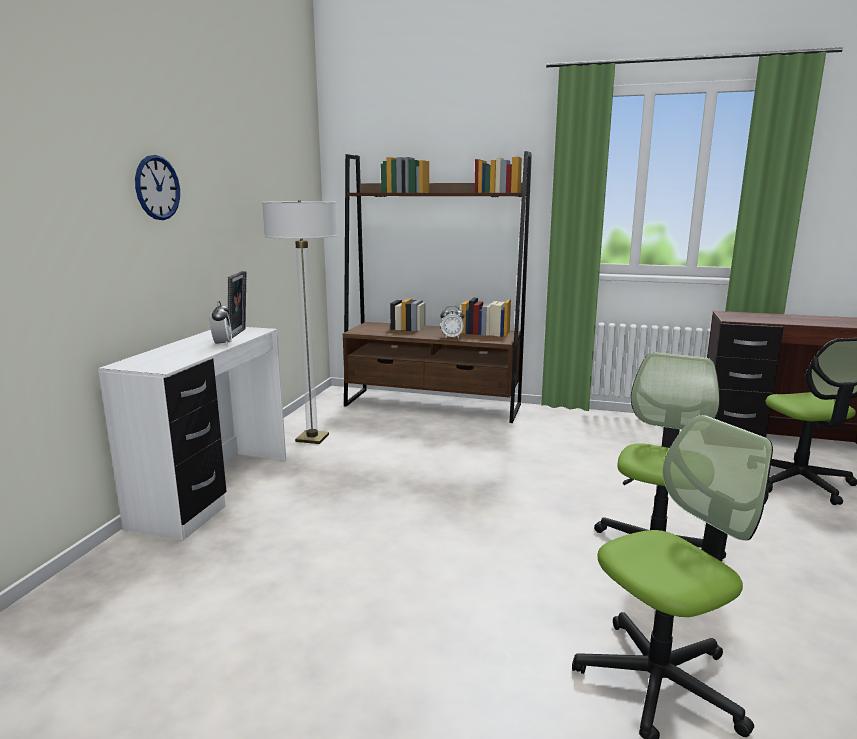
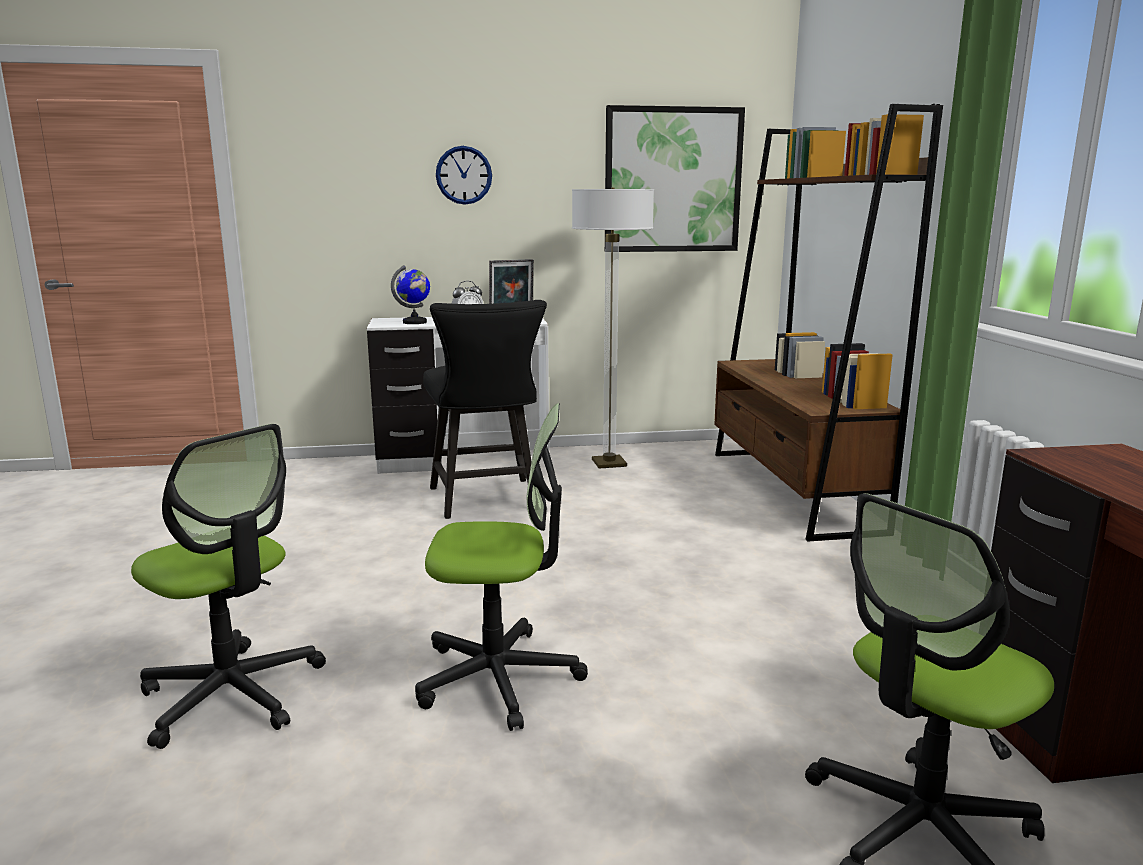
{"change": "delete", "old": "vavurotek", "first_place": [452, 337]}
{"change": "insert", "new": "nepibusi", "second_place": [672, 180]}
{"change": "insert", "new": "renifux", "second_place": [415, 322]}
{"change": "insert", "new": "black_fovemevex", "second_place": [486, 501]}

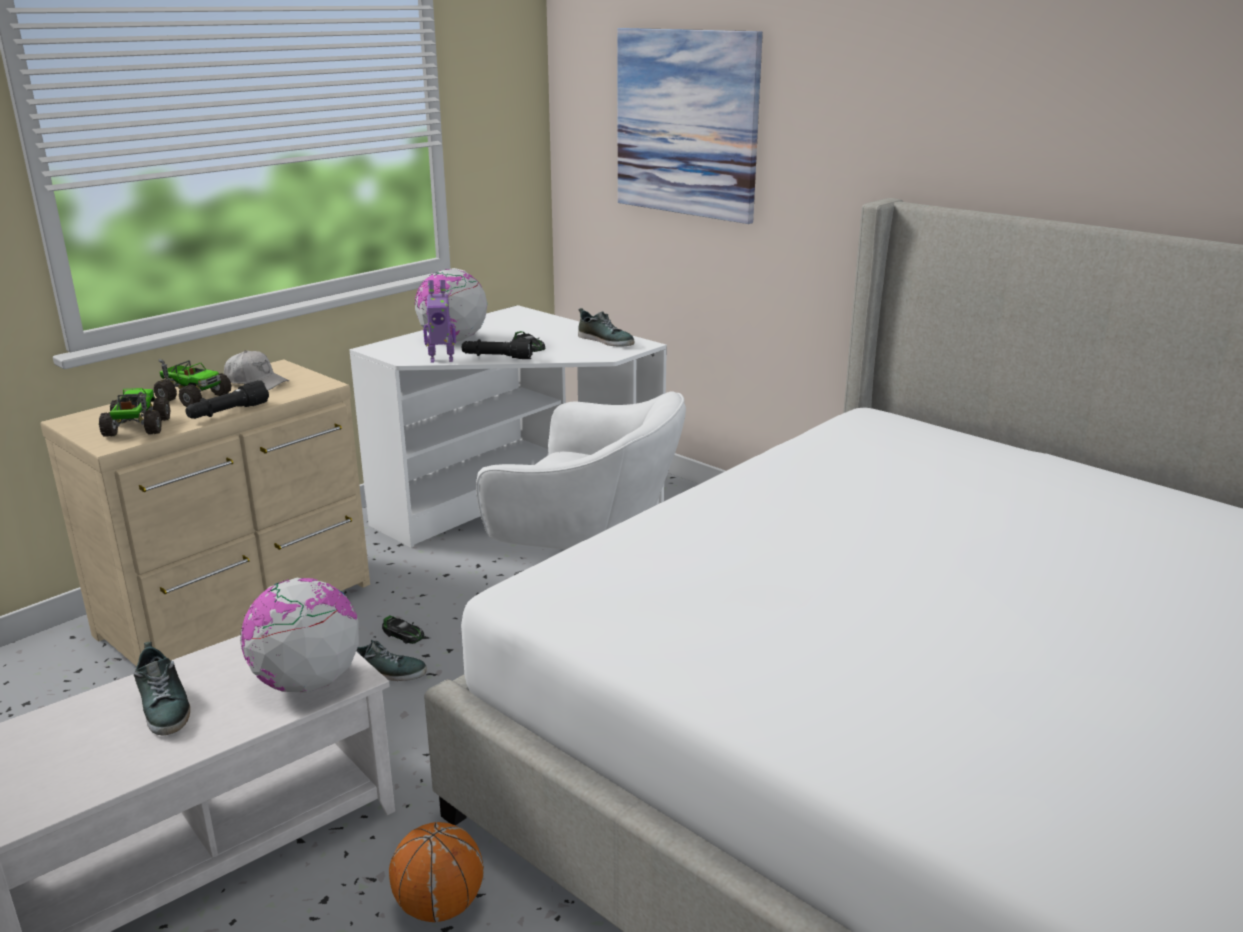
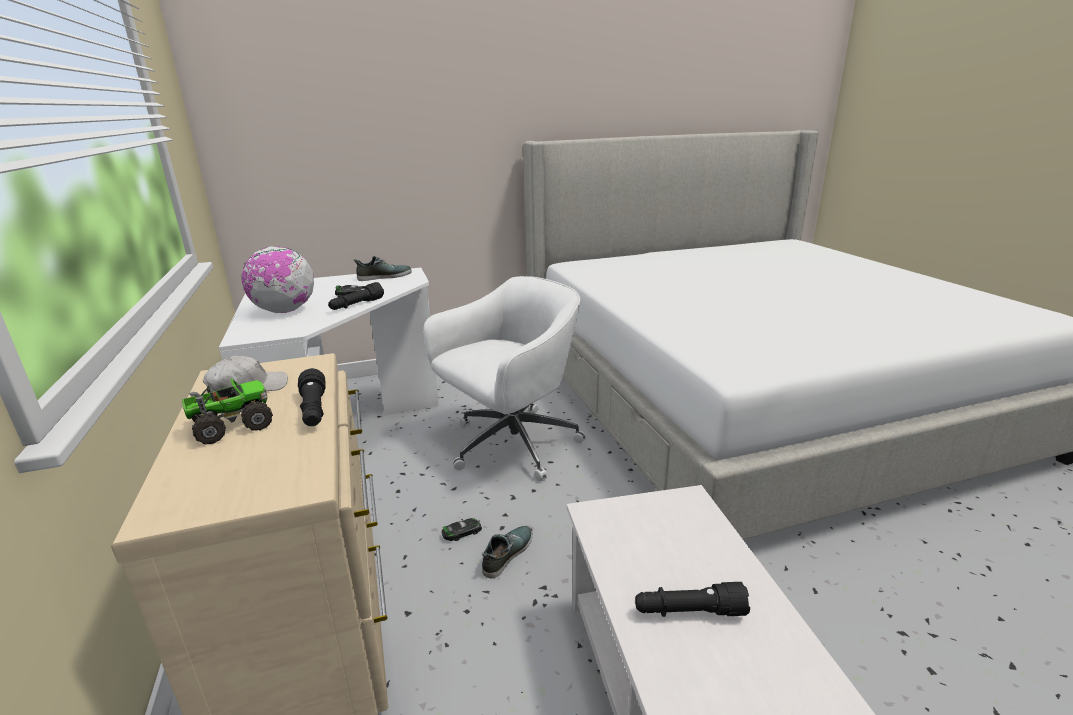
{"change": "delete", "old": "nepibusi", "first_place": [686, 123]}
{"change": "delete", "old": "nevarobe", "first_place": [441, 359]}
{"change": "delete", "old": "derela", "first_place": [137, 428]}
{"change": "delete", "old": "renifux", "first_place": [307, 682]}
{"change": "replace", "old": "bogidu", "new": "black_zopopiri", "first_place": [165, 705], "second_place": [689, 612]}
{"change": "delete", "old": "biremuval", "first_place": [439, 906]}

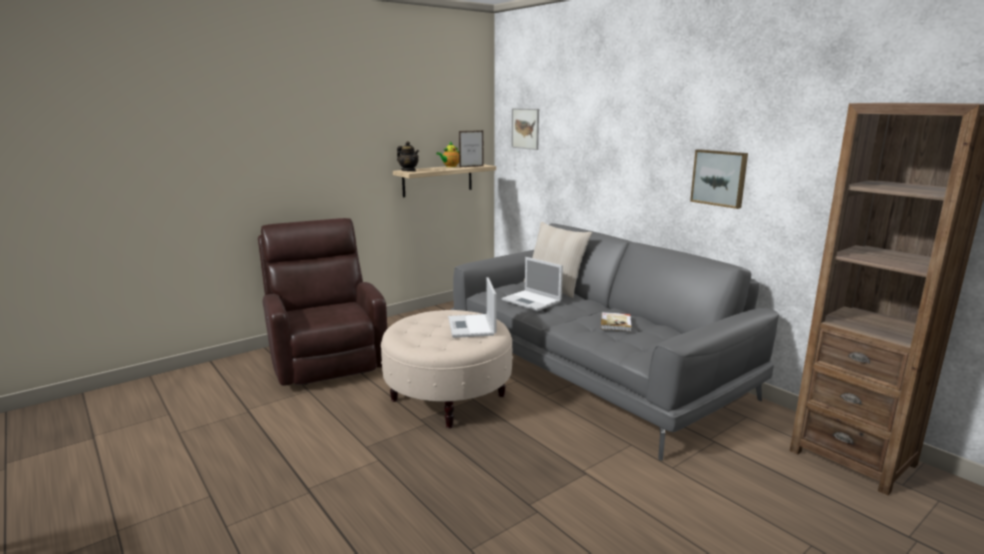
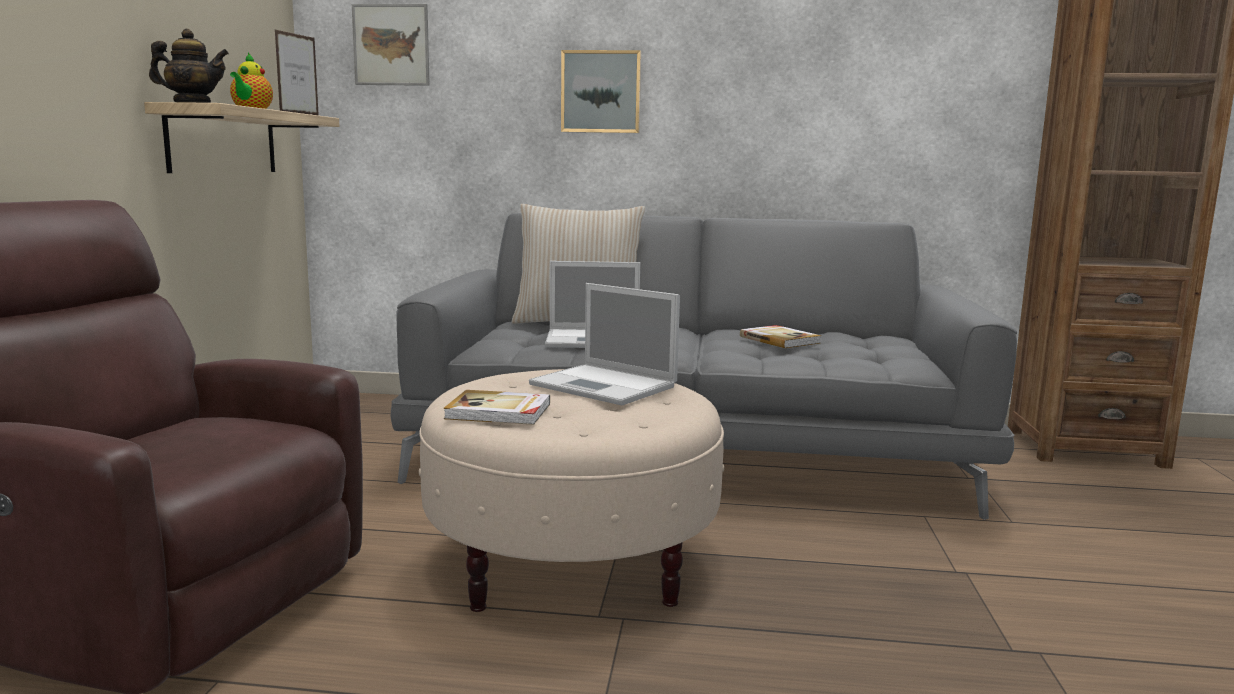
{"change": "move", "old": "nepibusi", "first_place": [719, 178], "second_place": [601, 92]}
{"change": "insert", "new": "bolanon", "second_place": [499, 412]}

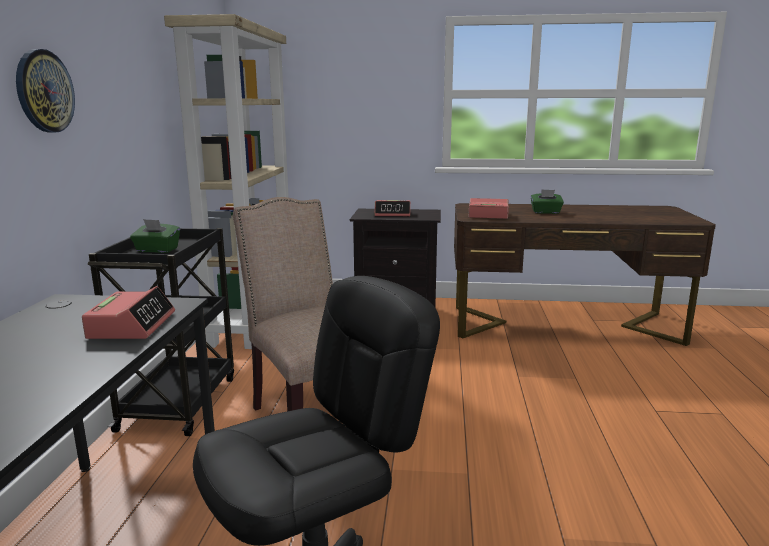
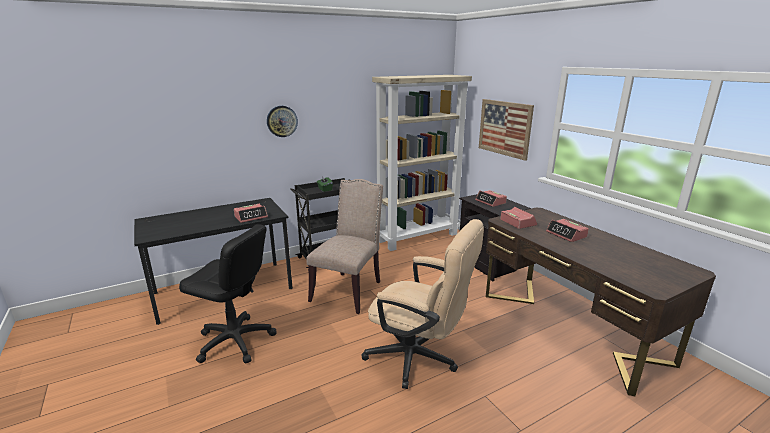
{"change": "replace", "old": "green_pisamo", "new": "vavurotek", "first_place": [546, 212], "second_place": [566, 234]}
{"change": "insert", "new": "nepibusi", "second_place": [504, 128]}
{"change": "insert", "new": "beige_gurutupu", "second_place": [419, 359]}

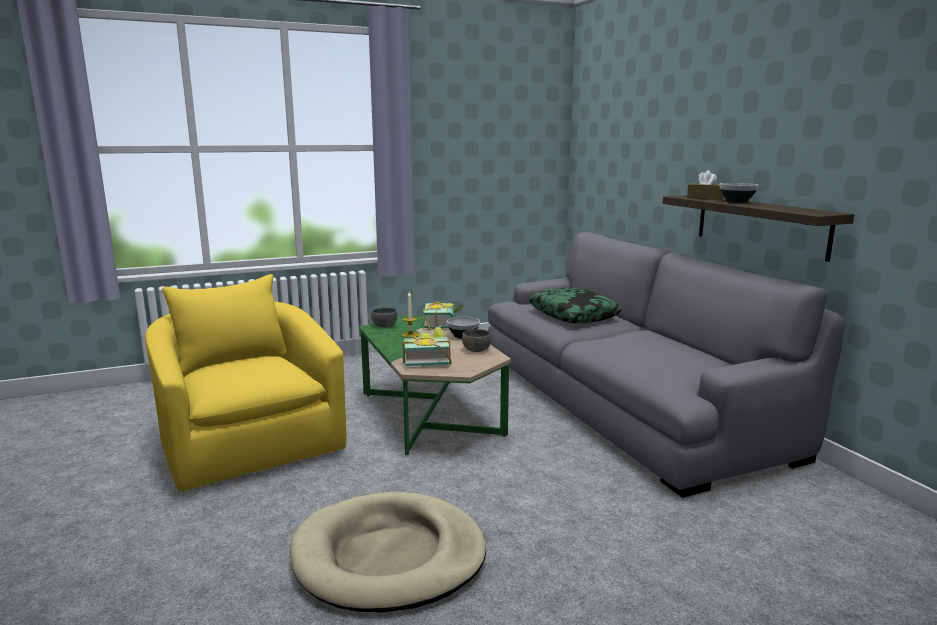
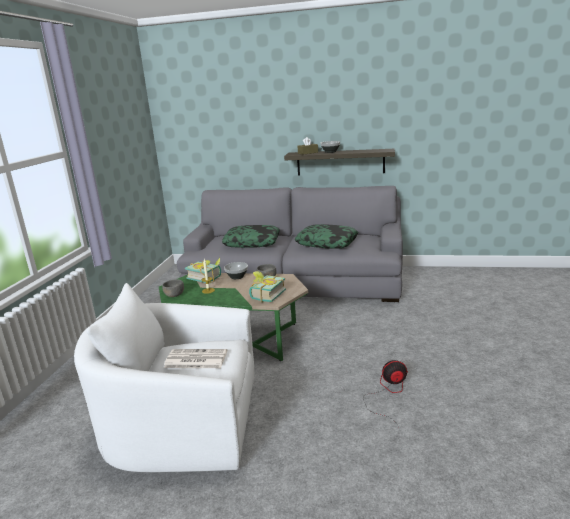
{"change": "recolor", "old": "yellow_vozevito", "new": "white_vozevito", "first_place": [249, 442], "second_place": [182, 424]}
{"change": "replace", "old": "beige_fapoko", "new": "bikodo", "first_place": [389, 557], "second_place": [388, 394]}
{"change": "insert", "new": "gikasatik", "second_place": [327, 243]}
{"change": "insert", "new": "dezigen", "second_place": [195, 359]}

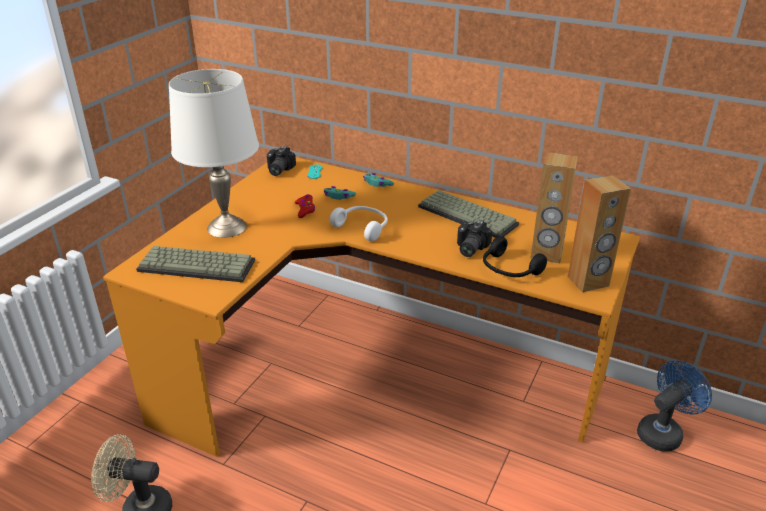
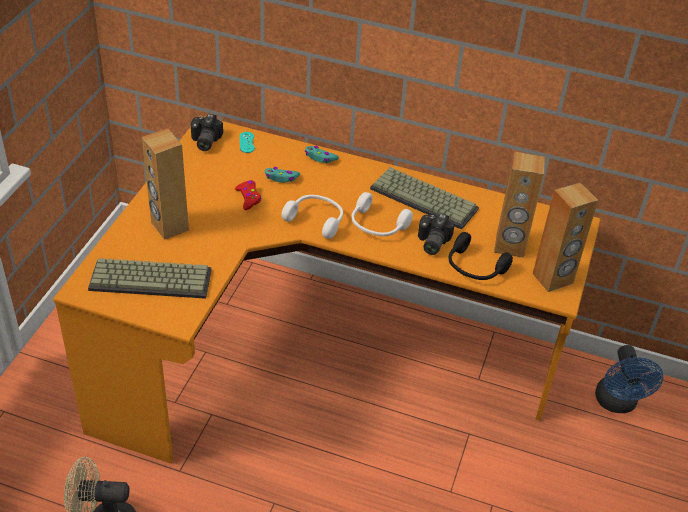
{"change": "replace", "old": "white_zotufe", "new": "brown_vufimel", "first_place": [227, 227], "second_place": [169, 226]}
{"change": "rotate", "old": "blue_bikodo", "first_place": [663, 432], "second_place": [617, 404], "degrees": 135}
{"change": "insert", "new": "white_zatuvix", "second_place": [377, 226]}

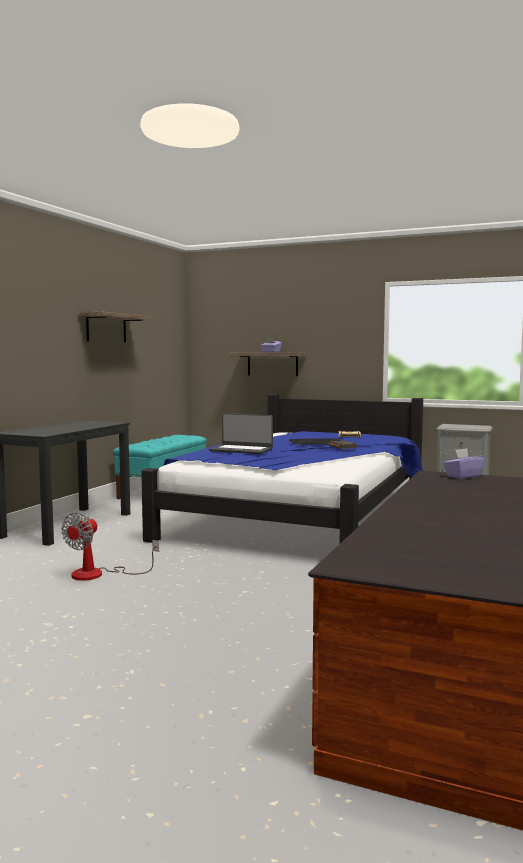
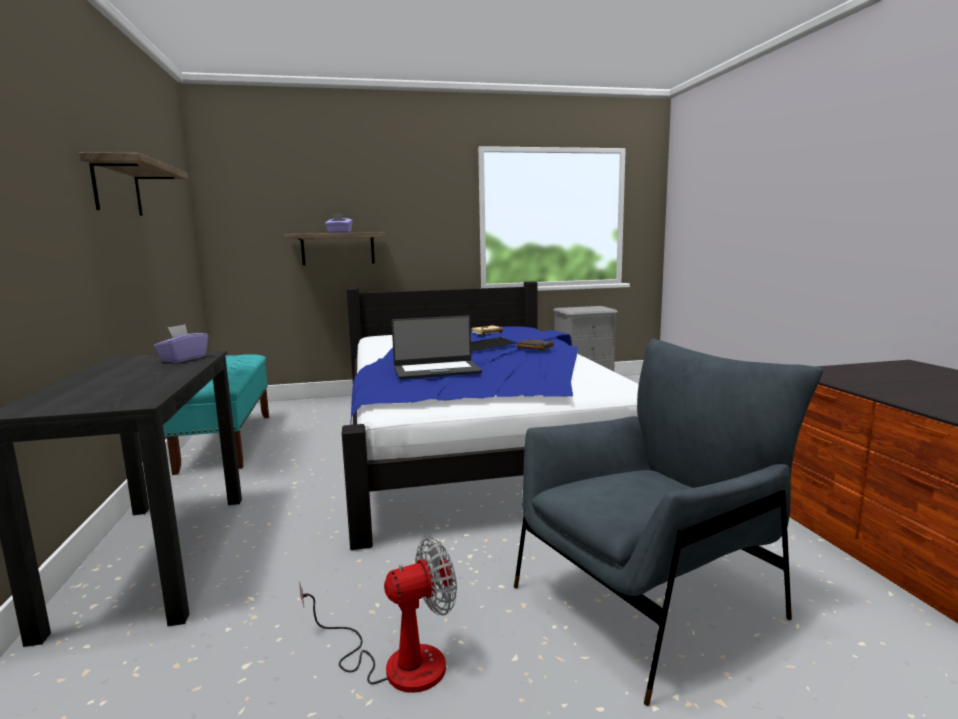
{"change": "move", "old": "purple_pisamo", "first_place": [462, 476], "second_place": [183, 359]}
{"change": "rotate", "old": "bikodo", "first_place": [99, 574], "second_place": [396, 662], "degrees": -105}
{"change": "insert", "new": "grey_vozevito", "second_place": [648, 601]}

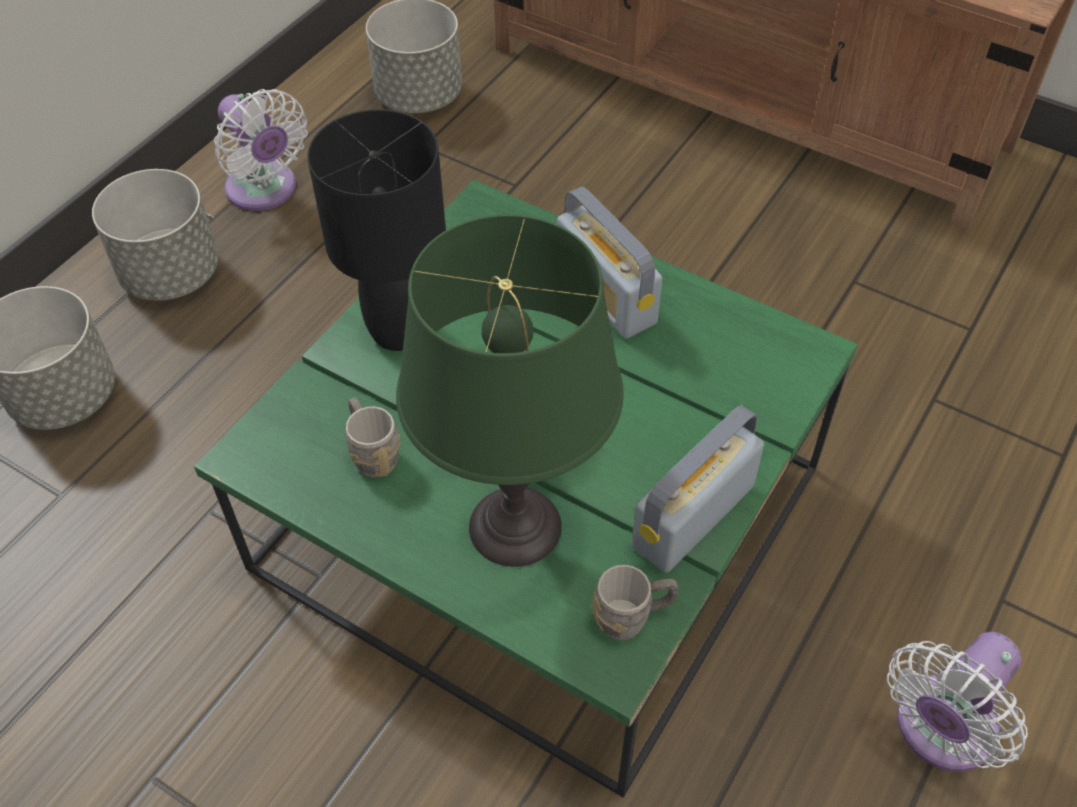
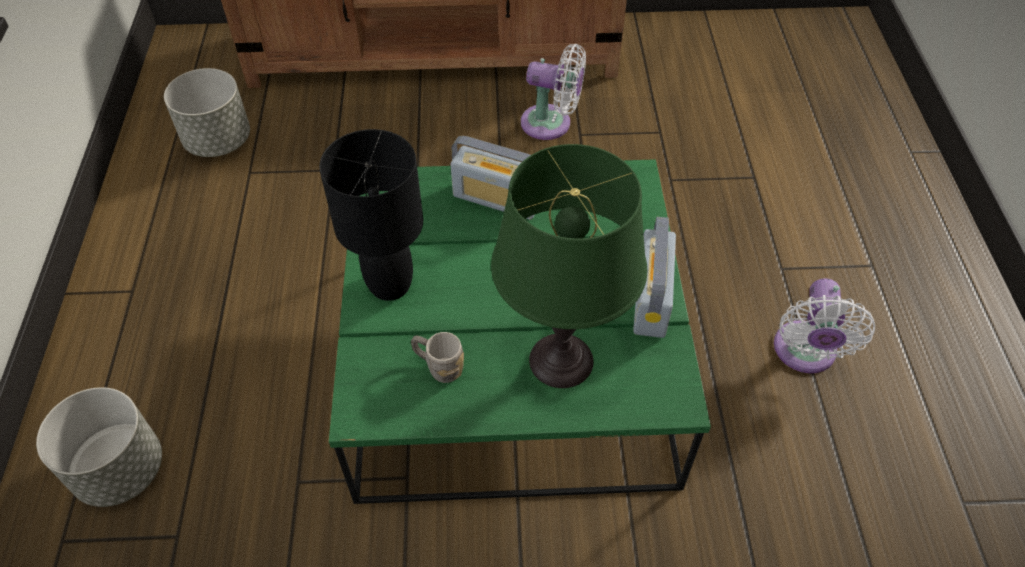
{"change": "move", "old": "white_bikodo", "first_place": [265, 191], "second_place": [551, 124]}
{"change": "delete", "old": "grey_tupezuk", "first_place": [171, 274]}
{"change": "delete", "old": "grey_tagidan", "first_place": [632, 617]}

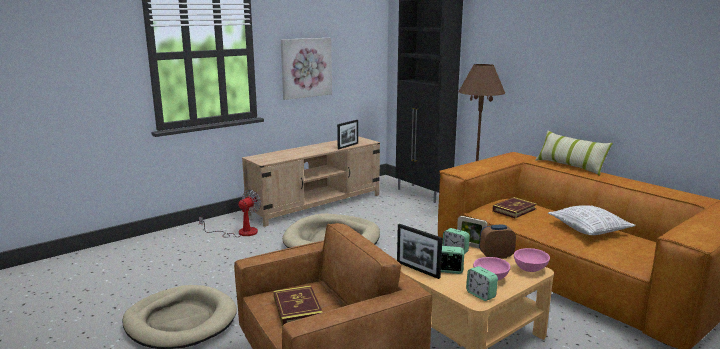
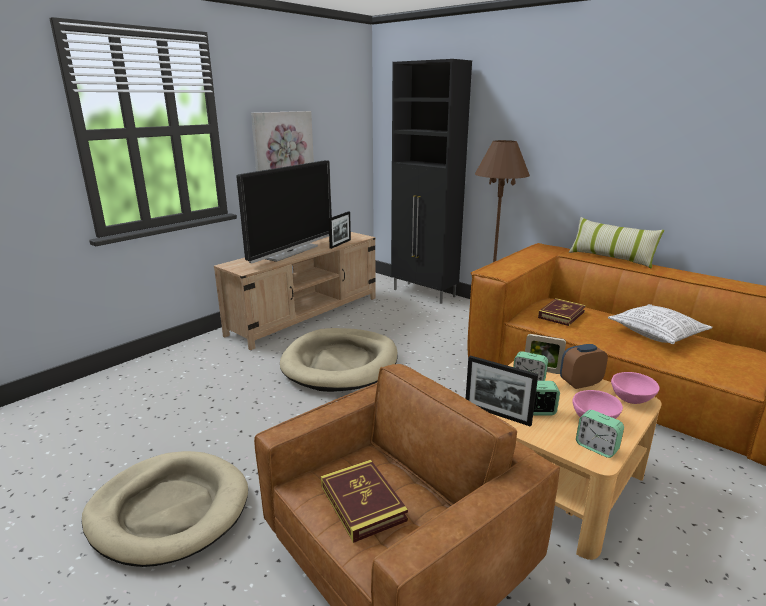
{"change": "delete", "old": "bikodo", "first_place": [240, 232]}
{"change": "insert", "new": "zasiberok", "second_place": [290, 252]}

